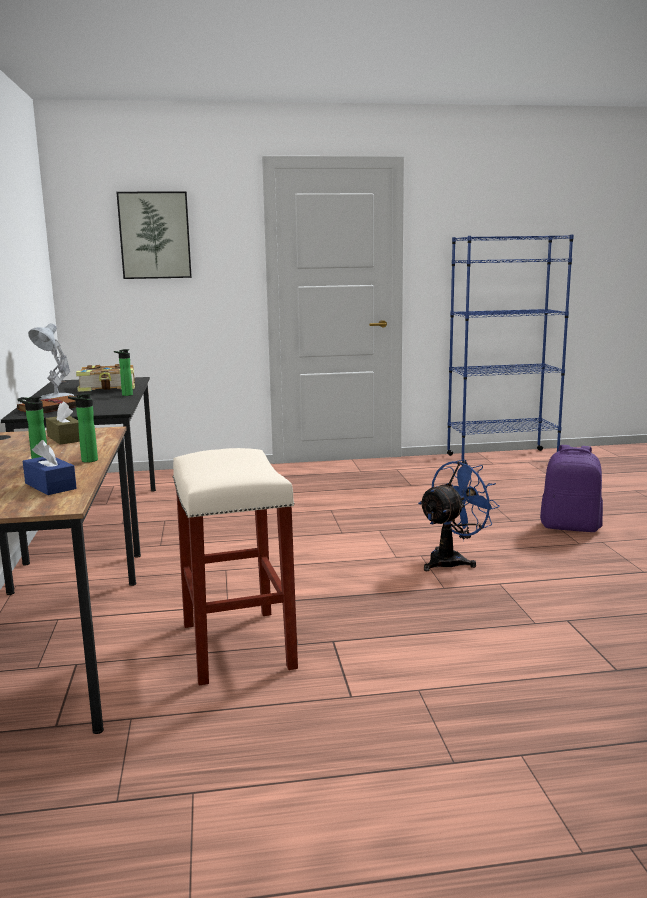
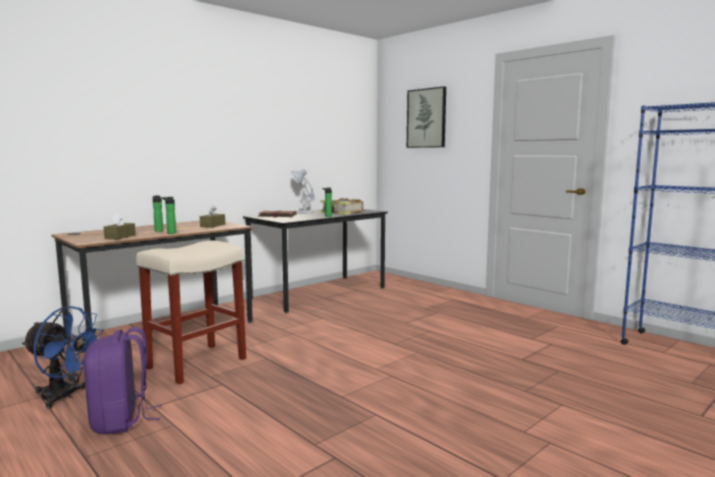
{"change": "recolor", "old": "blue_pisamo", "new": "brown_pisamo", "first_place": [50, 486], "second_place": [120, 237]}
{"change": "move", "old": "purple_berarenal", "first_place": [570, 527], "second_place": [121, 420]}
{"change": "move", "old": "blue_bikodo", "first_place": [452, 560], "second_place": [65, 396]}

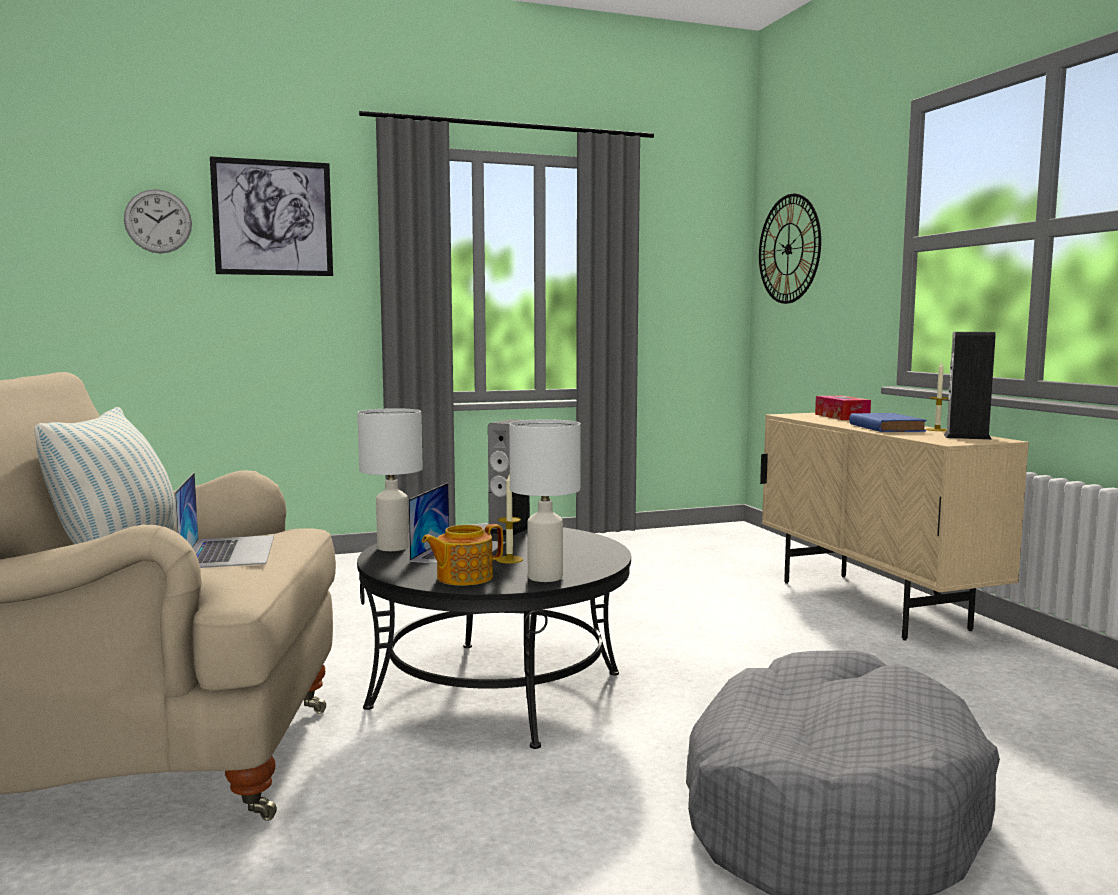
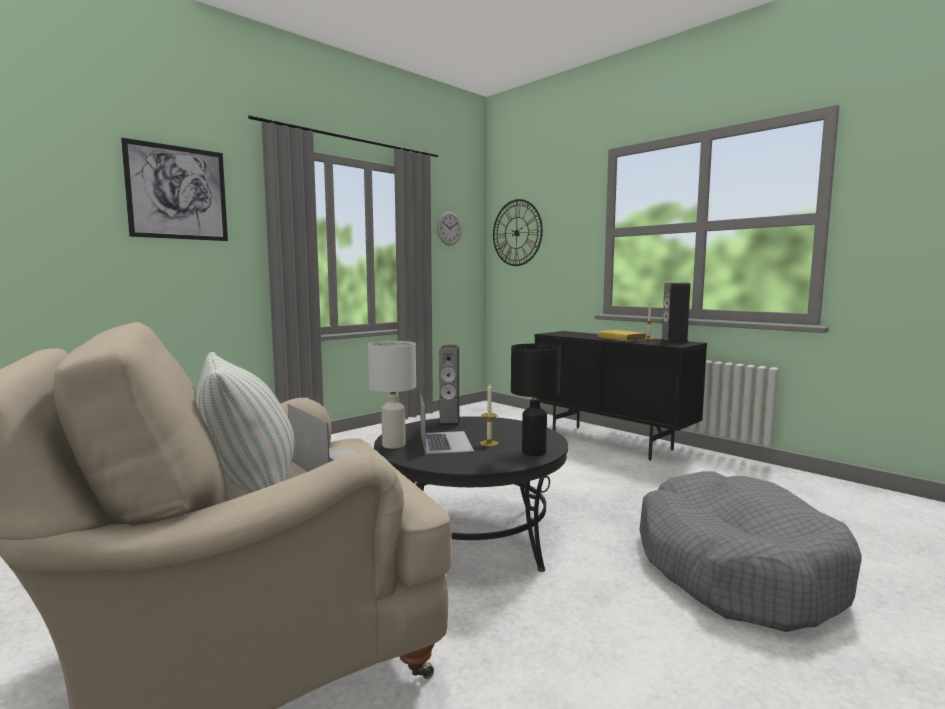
{"change": "move", "old": "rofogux", "first_place": [158, 221], "second_place": [449, 228]}
{"change": "delete", "old": "pisamo", "first_place": [841, 417]}
{"change": "recolor", "old": "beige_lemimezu", "new": "black_lemimezu", "first_place": [871, 605], "second_place": [610, 442]}
{"change": "recolor", "old": "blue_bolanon", "new": "yellow_bolanon", "first_place": [885, 427], "second_place": [620, 338]}
{"change": "recolor", "old": "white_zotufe", "new": "black_zotufe", "first_place": [545, 577], "second_place": [534, 452]}
{"change": "delete", "old": "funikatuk", "first_place": [463, 578]}

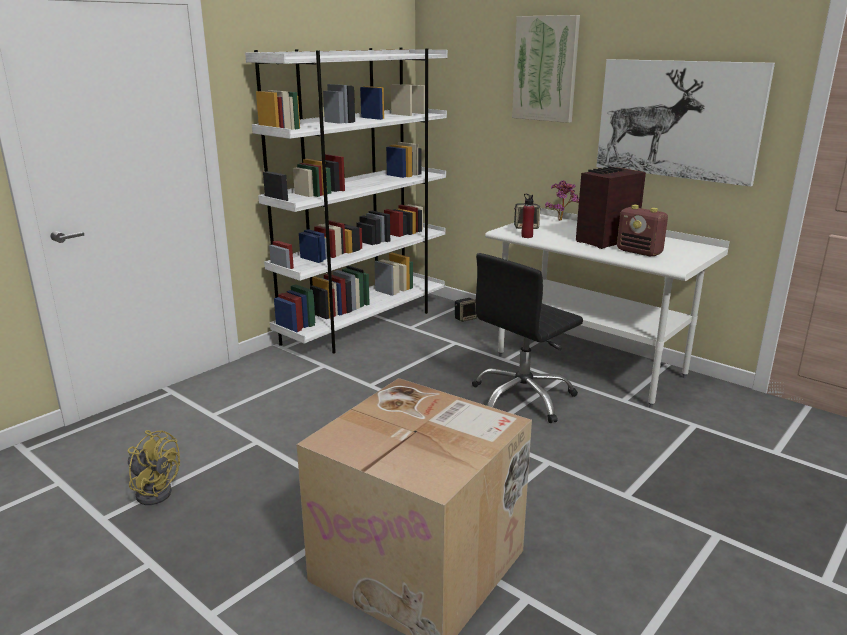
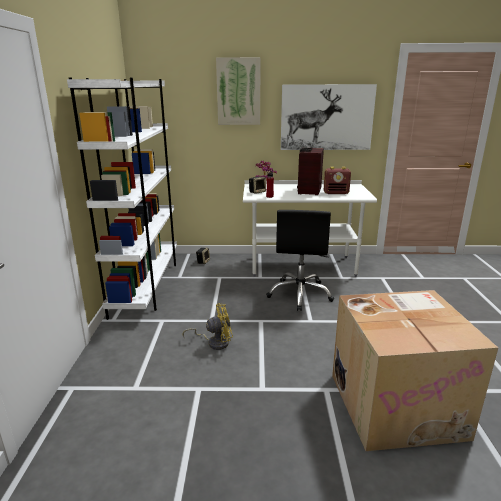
{"change": "move", "old": "yellow_bikodo", "first_place": [154, 490], "second_place": [214, 342]}

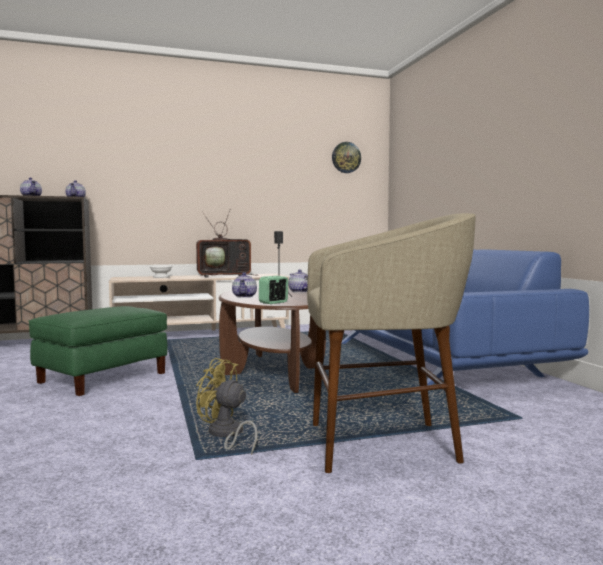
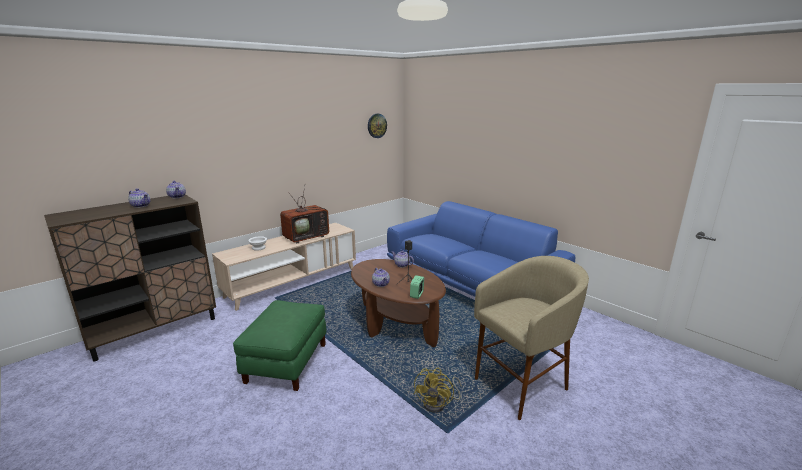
{"change": "rotate", "old": "yellow_bikodo", "first_place": [226, 435], "second_place": [439, 404], "degrees": -75}

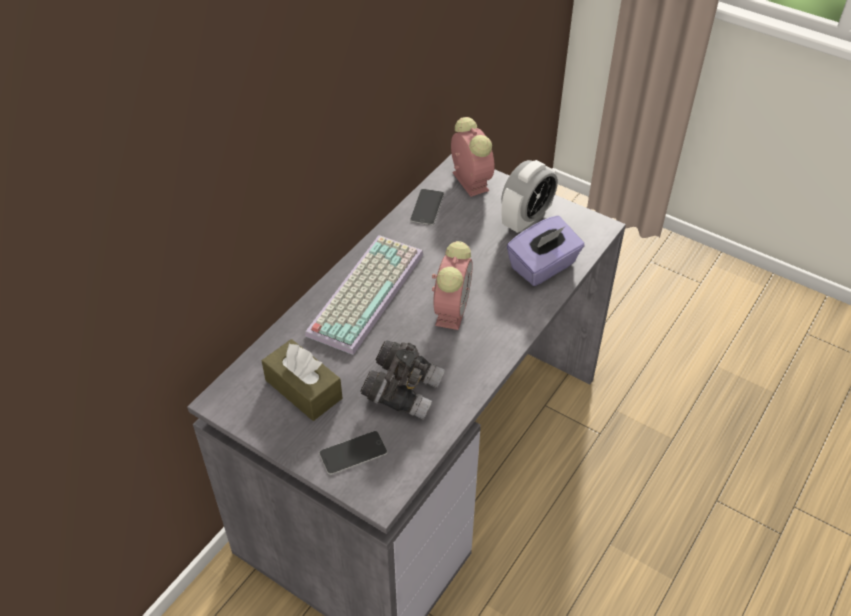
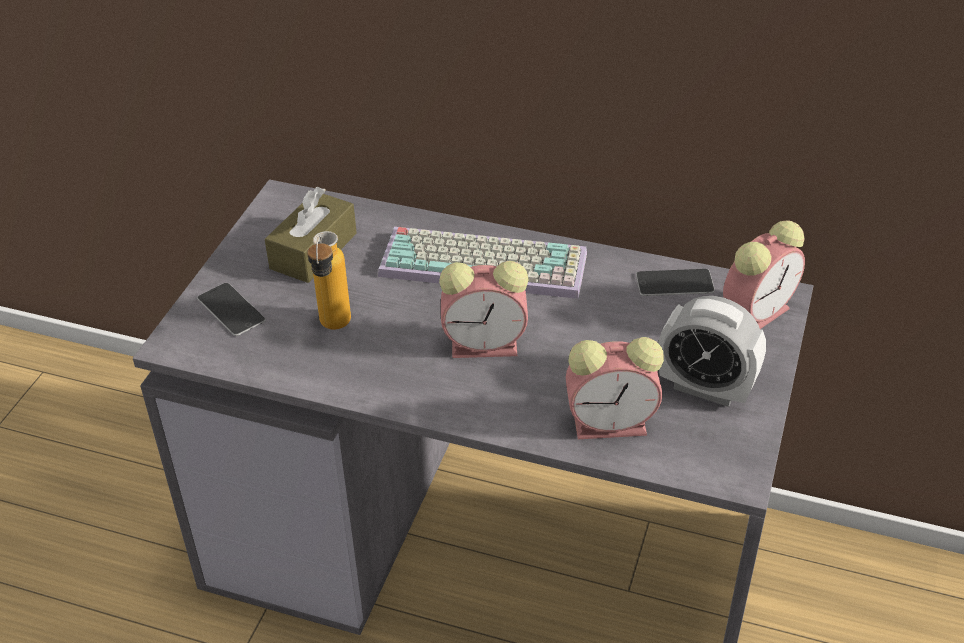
{"change": "replace", "old": "purple_pisamo", "new": "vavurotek", "first_place": [543, 267], "second_place": [613, 423]}
{"change": "replace", "old": "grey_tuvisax", "new": "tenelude", "first_place": [403, 391], "second_place": [333, 329]}

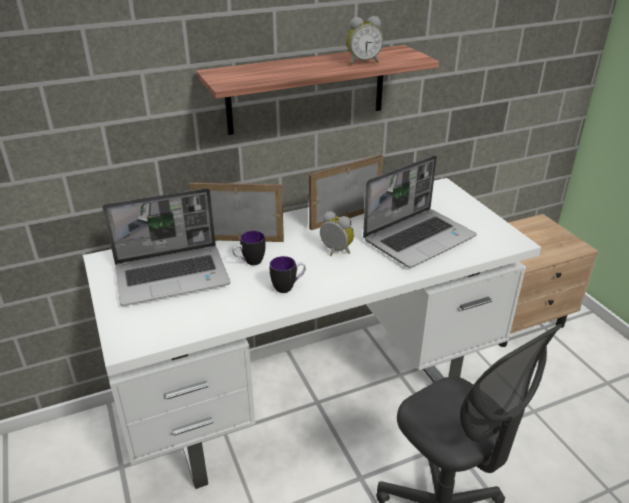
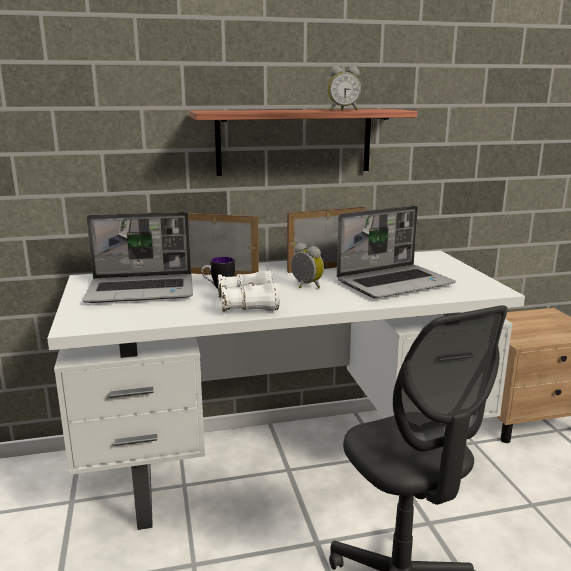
{"change": "replace", "old": "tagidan", "new": "white_tuvisax", "first_place": [288, 287], "second_place": [248, 304]}

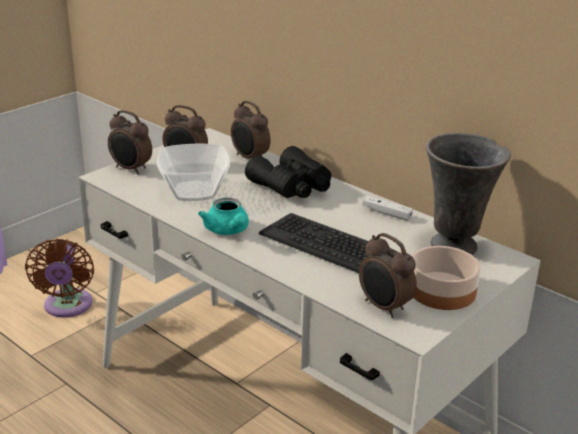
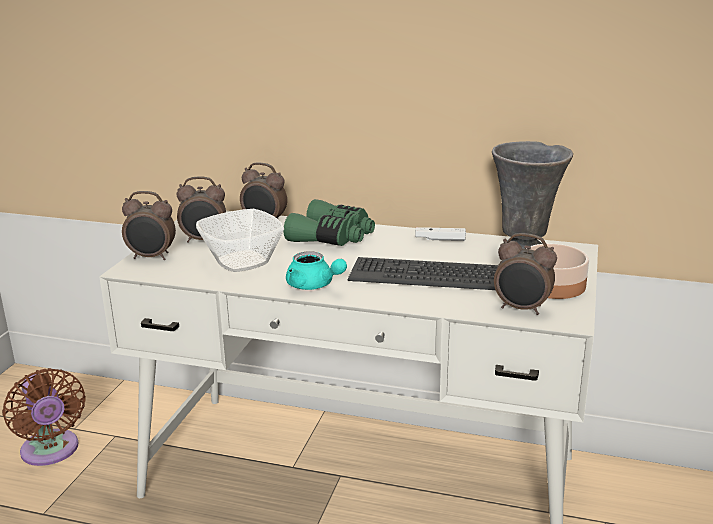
{"change": "recolor", "old": "black_tuvisax", "new": "green_tuvisax", "first_place": [292, 187], "second_place": [333, 238]}

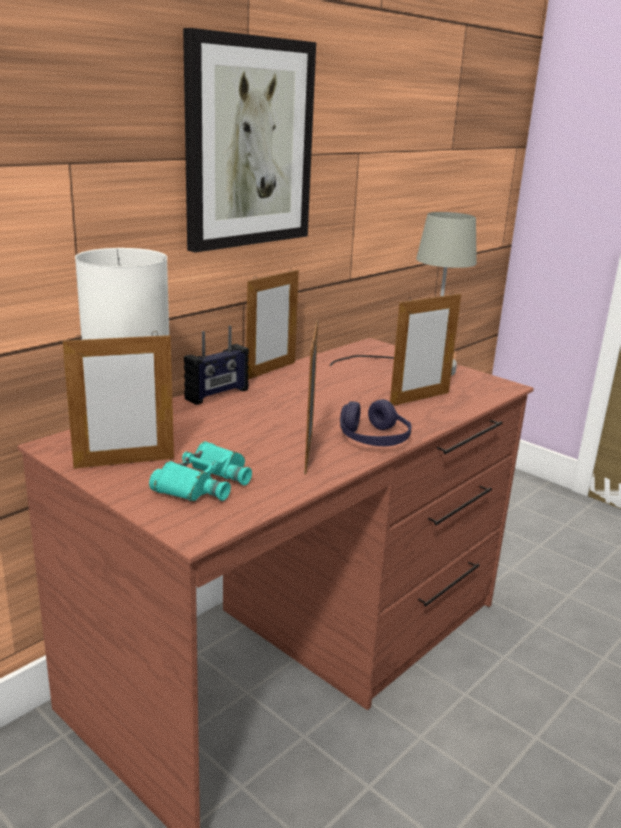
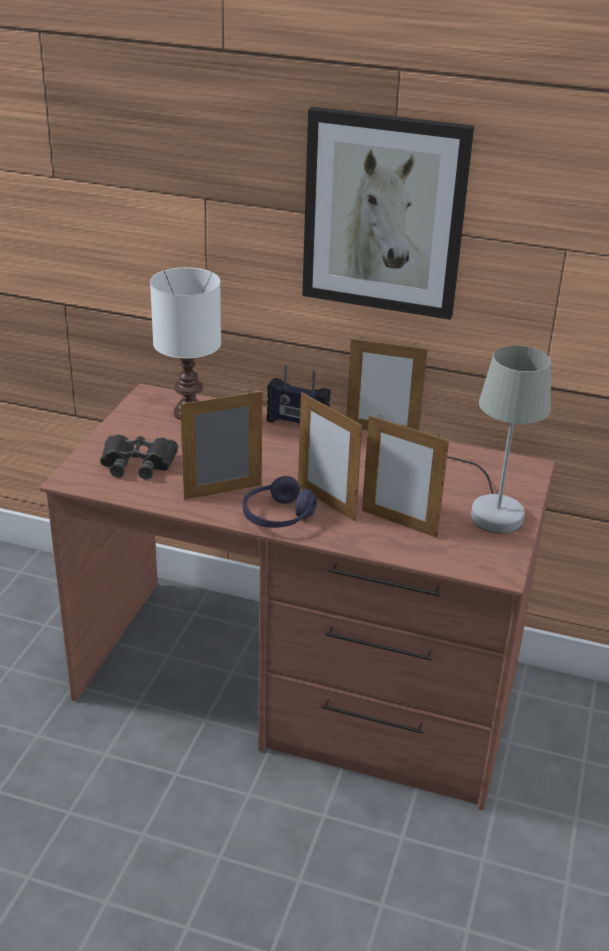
{"change": "move", "old": "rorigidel", "first_place": [124, 463], "second_place": [326, 503]}
{"change": "recolor", "old": "turquoise_tuvisax", "new": "black_tuvisax", "first_place": [204, 483], "second_place": [137, 463]}

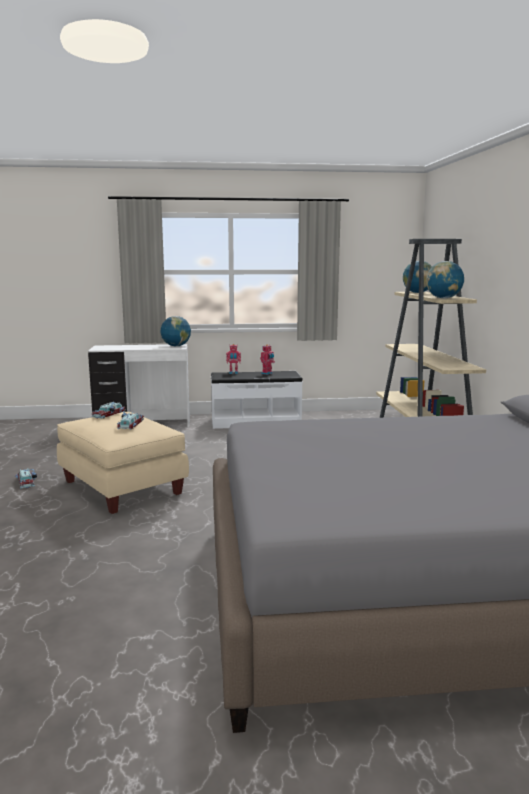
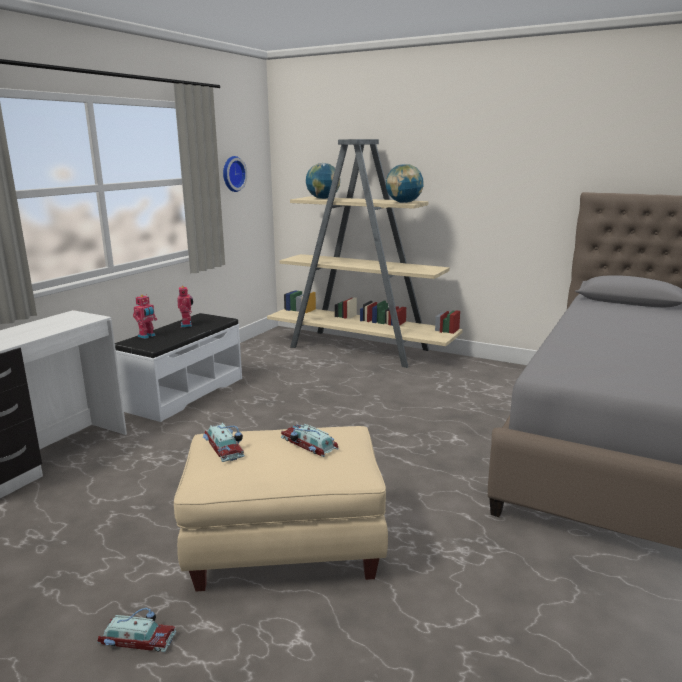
{"change": "delete", "old": "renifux", "first_place": [176, 346]}
{"change": "insert", "new": "rofogux", "second_place": [232, 174]}

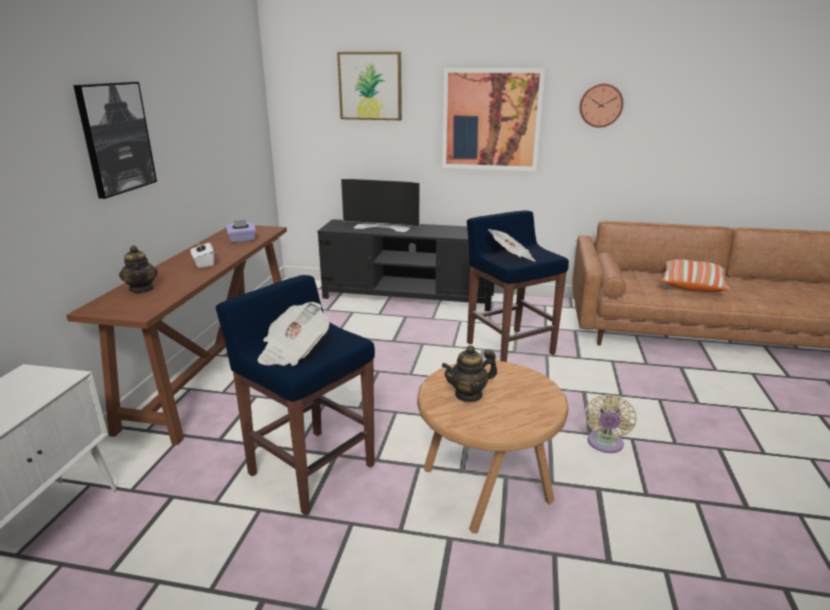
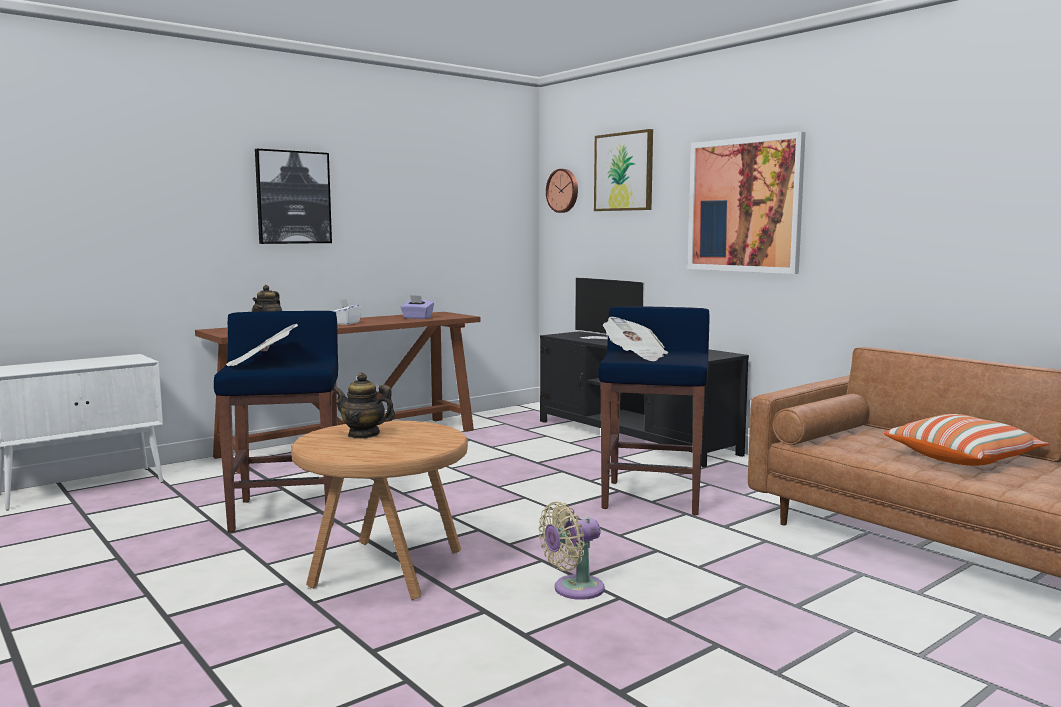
{"change": "move", "old": "rofogux", "first_place": [600, 105], "second_place": [563, 190]}

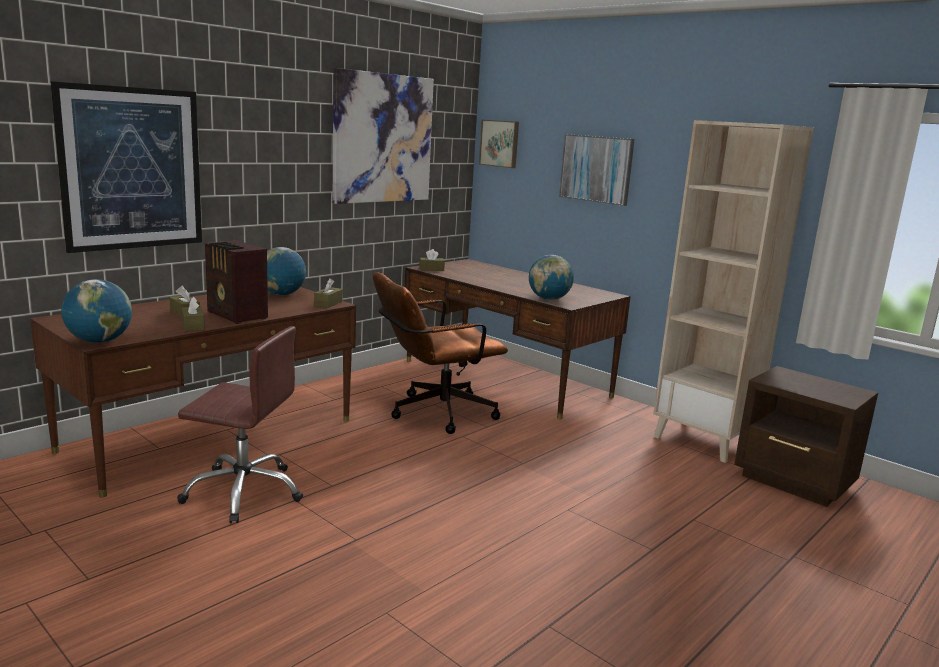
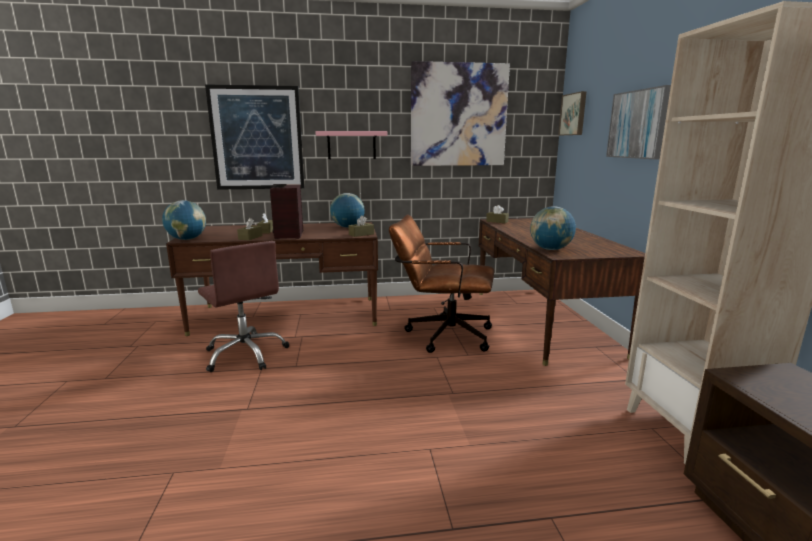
{"change": "insert", "new": "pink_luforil", "second_place": [351, 145]}

